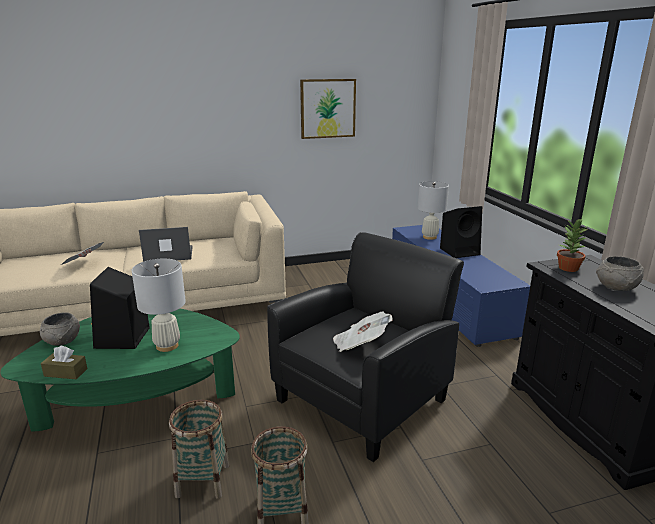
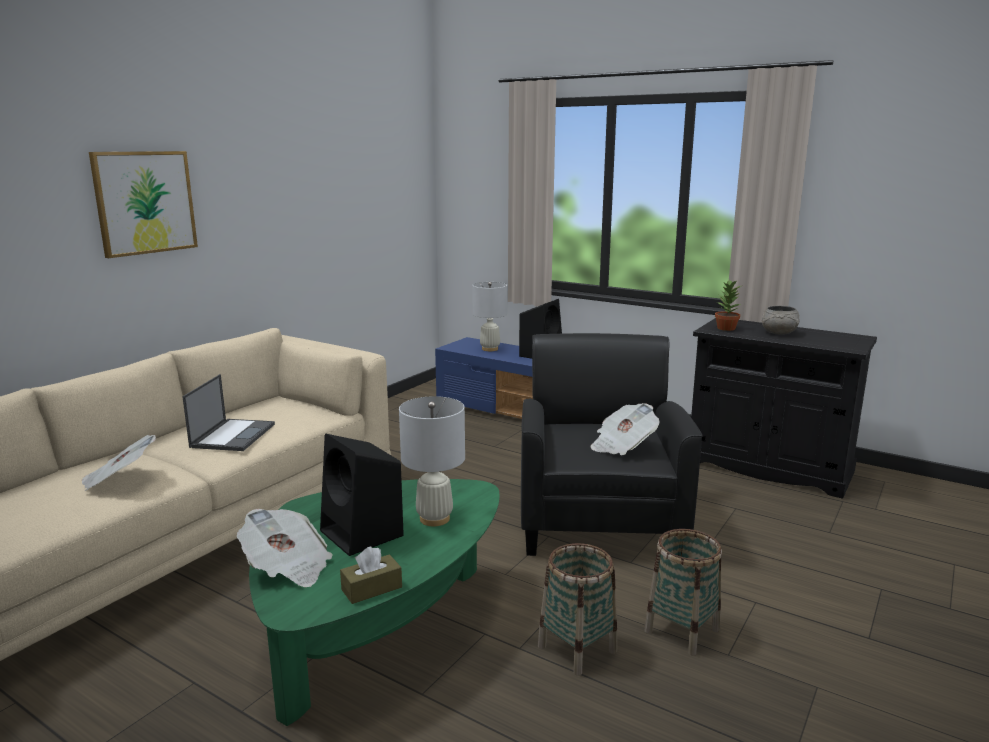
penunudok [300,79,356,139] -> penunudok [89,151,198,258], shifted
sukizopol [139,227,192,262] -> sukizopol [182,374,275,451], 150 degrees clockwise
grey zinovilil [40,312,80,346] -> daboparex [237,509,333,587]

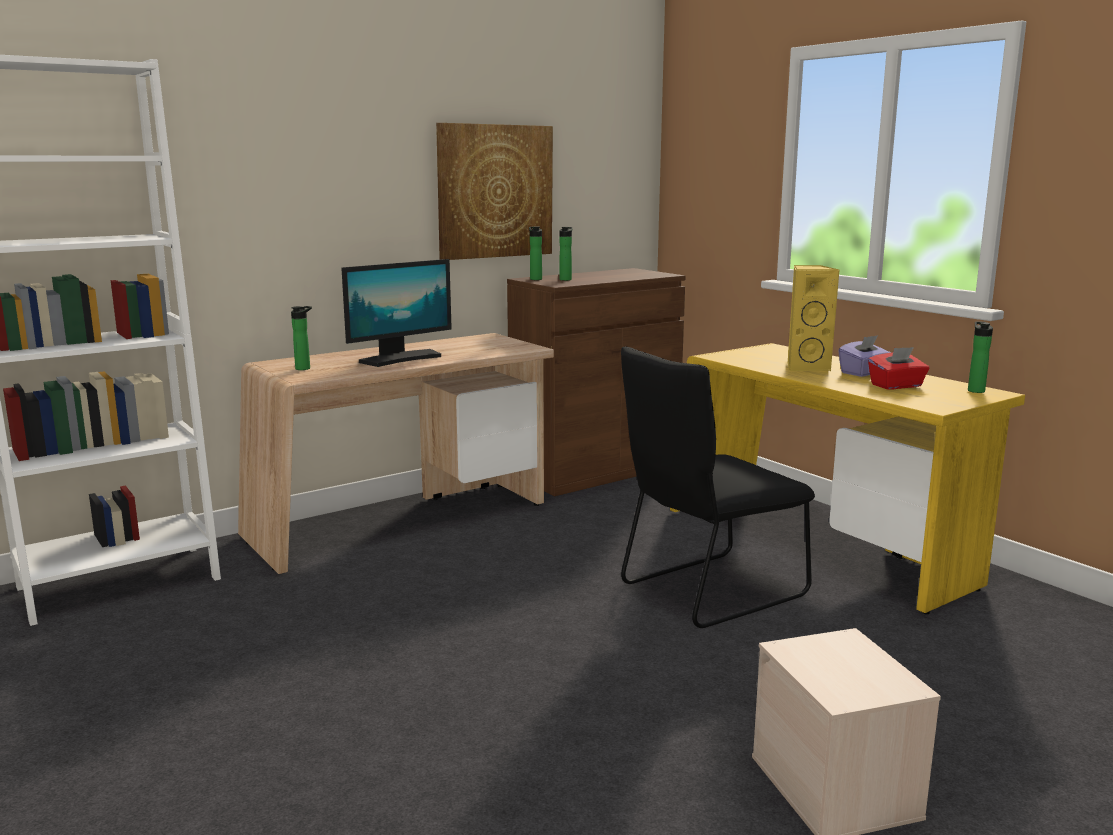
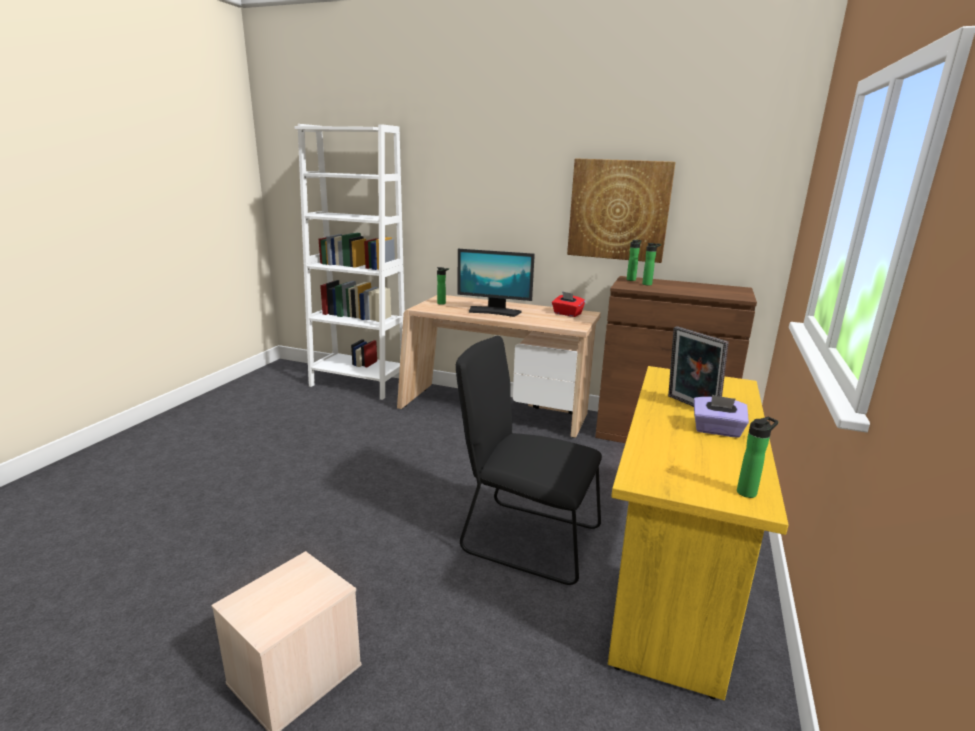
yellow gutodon [788,265,839,371] -> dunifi [668,326,729,407]
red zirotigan [868,347,930,390] -> red zirotigan [552,291,585,317], shifted

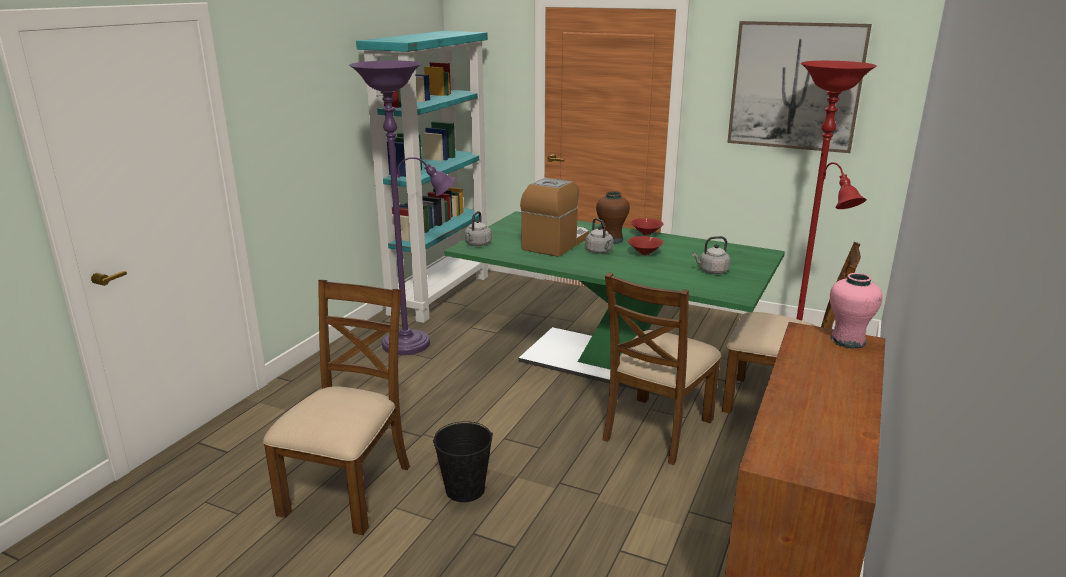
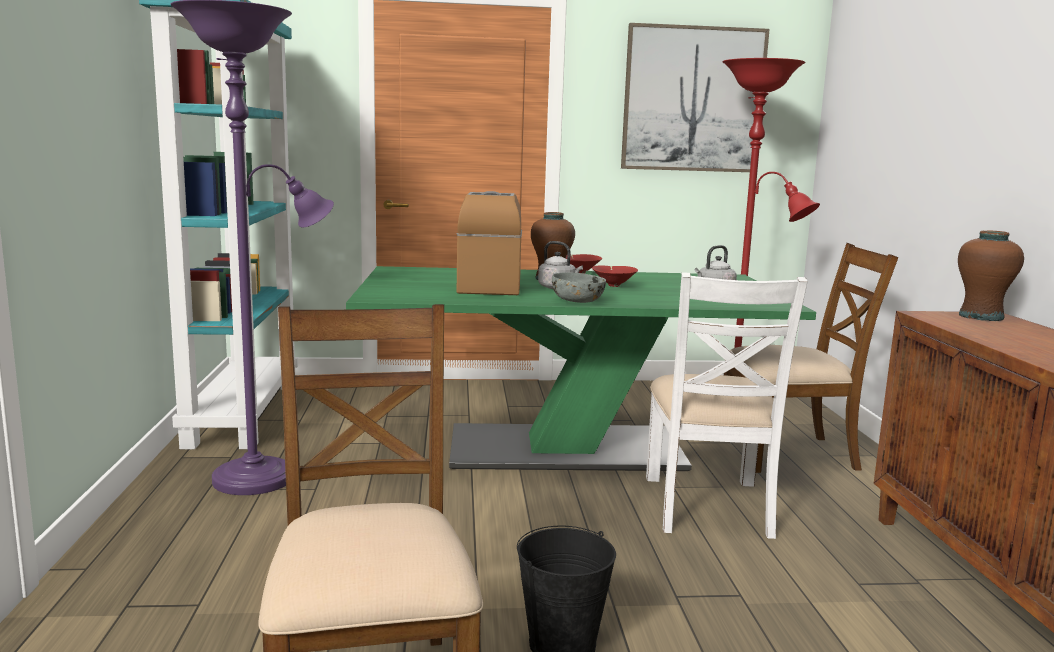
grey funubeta [465,211,492,246] -> none
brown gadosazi [602,272,721,465] -> white gadosazi [646,272,808,539]
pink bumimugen [830,273,883,348] -> brown bumimugen [958,231,1024,321]
none -> grey zinovilil [552,272,606,303]

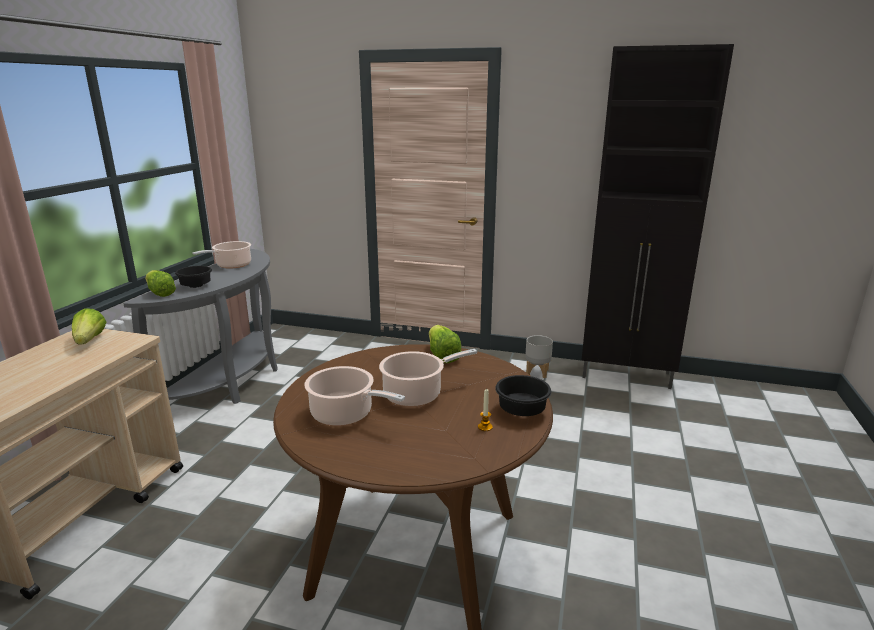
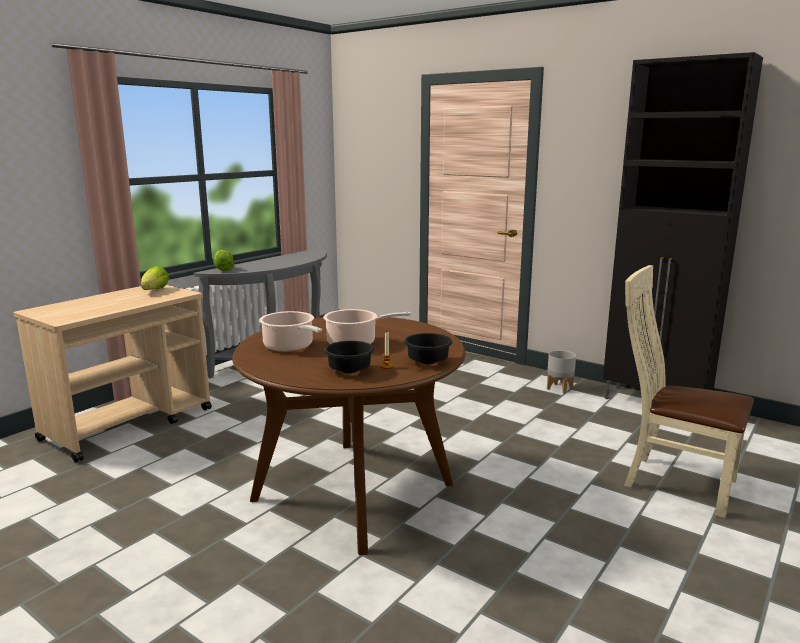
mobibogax [192,241,251,269] -> none
black zinovilil [175,266,212,288] -> black zinovilil [324,341,374,373], shifted
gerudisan [429,325,461,363] -> none
none -> beige gadosazi [624,265,754,518]

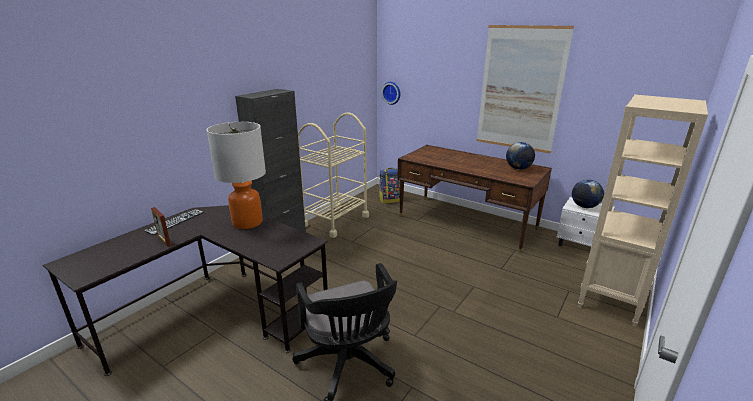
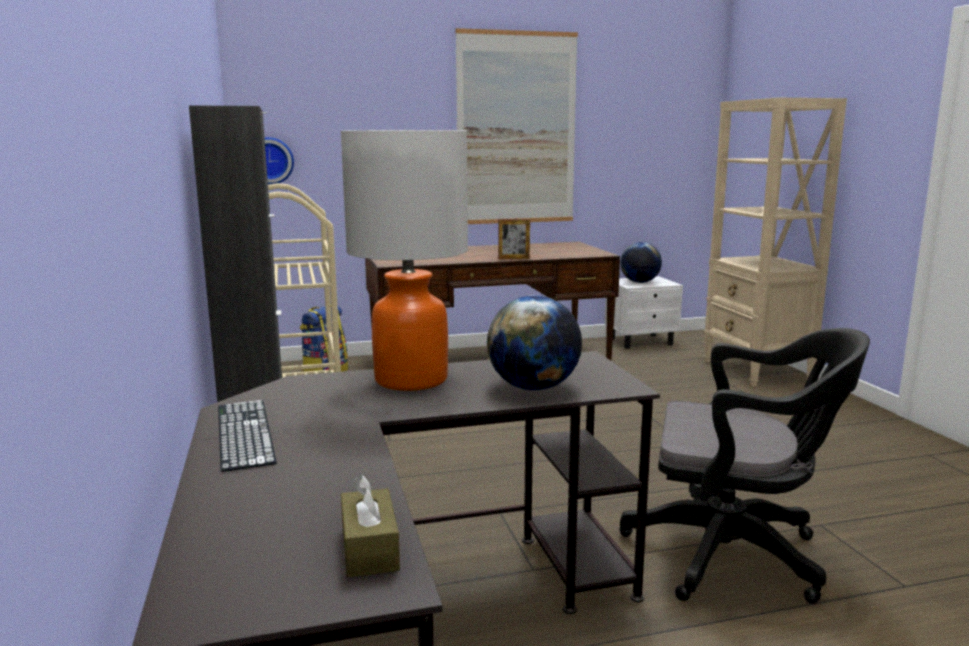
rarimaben [506,142,535,170] -> rarimaben [487,295,582,391], shifted
dunifi [151,207,171,247] -> dunifi [498,219,530,259], shifted
none -> brown zirotigan [341,474,400,577]

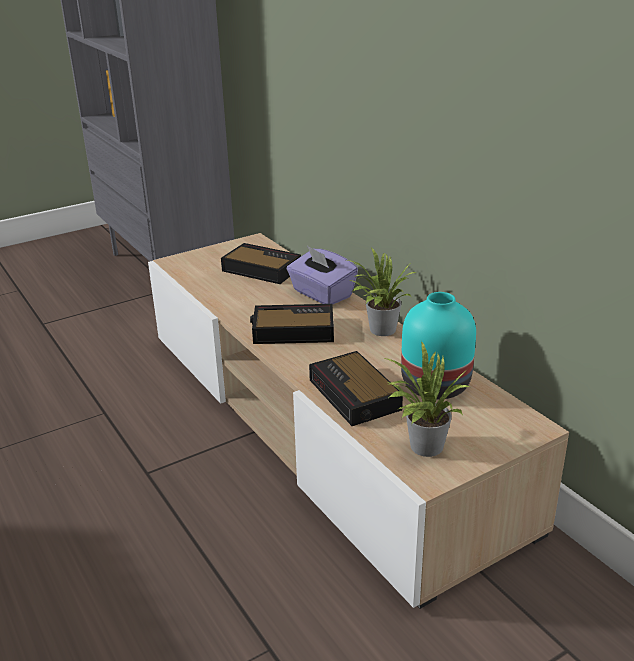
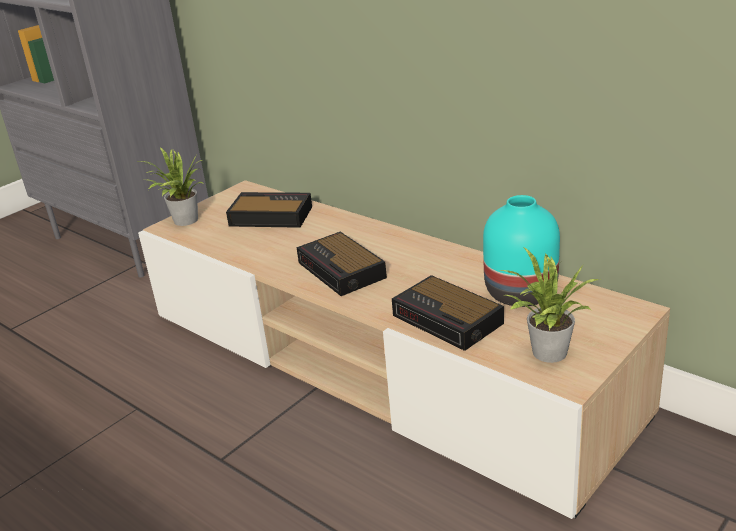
purple zirotigan [287,246,358,305] -> none
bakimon [346,248,417,336] -> bakimon [135,148,203,226], shifted
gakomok [250,304,334,344] -> gakomok [297,232,387,296], 105 degrees counterclockwise

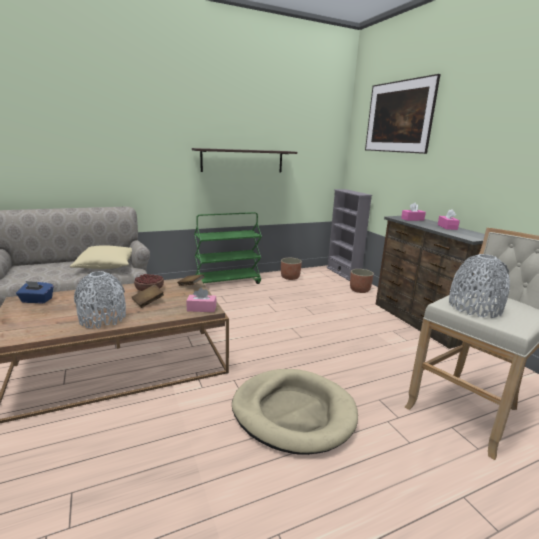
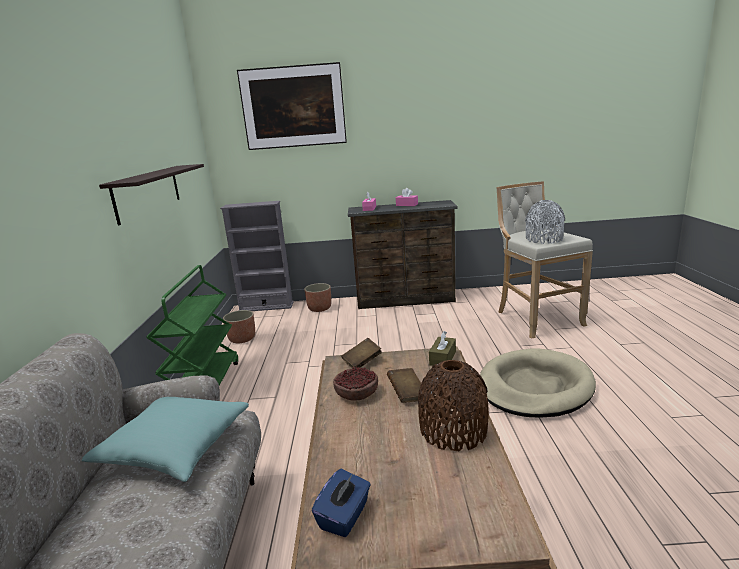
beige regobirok [69,245,132,269] -> turquoise regobirok [82,397,249,482]
grey bumimugen [74,271,126,328] -> brown bumimugen [418,360,489,451]
pink zirotigan [186,288,216,312] -> brown zirotigan [429,331,456,366]

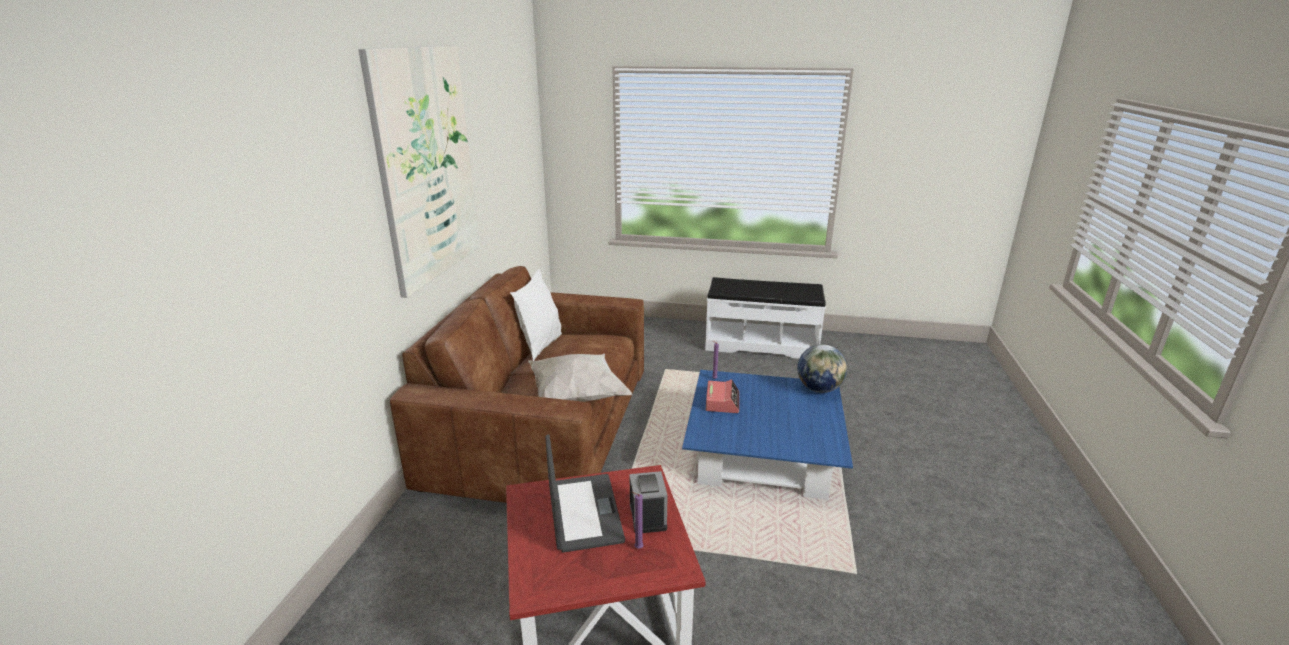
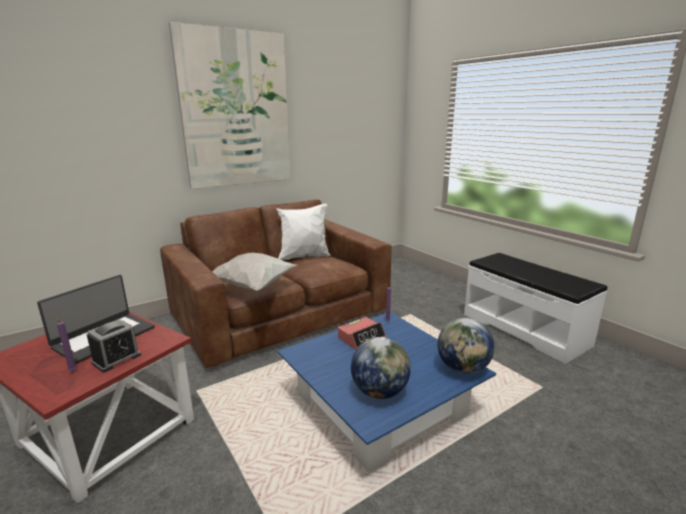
none -> rarimaben [351,337,411,399]

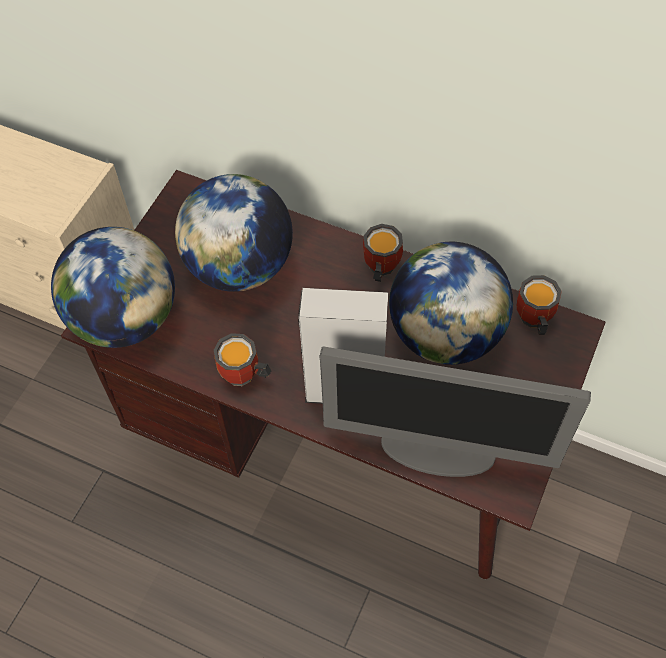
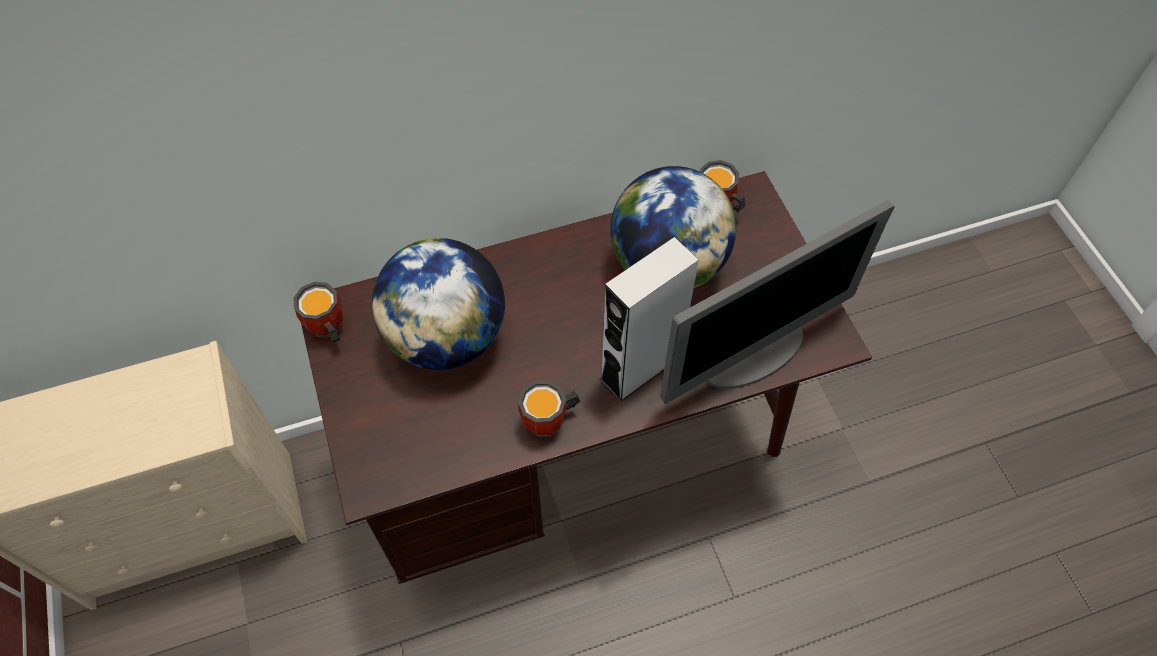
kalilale [363,224,403,282] -> kalilale [293,282,343,342], shifted
rarimaben [51,227,175,348] -> none

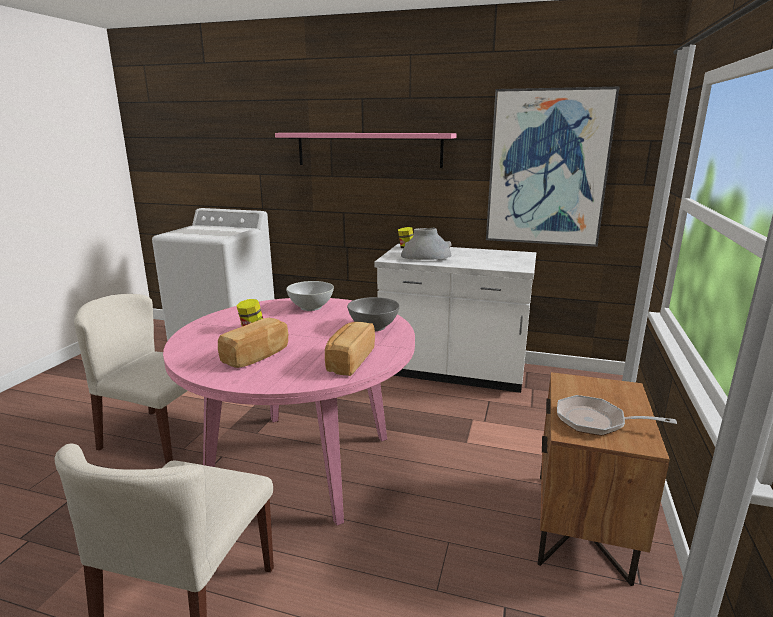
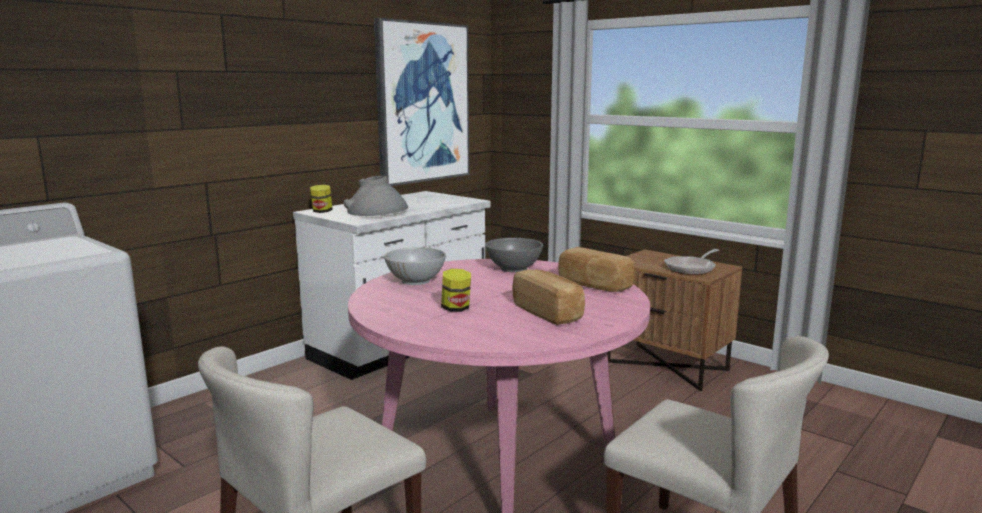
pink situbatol [275,133,457,168] -> none

